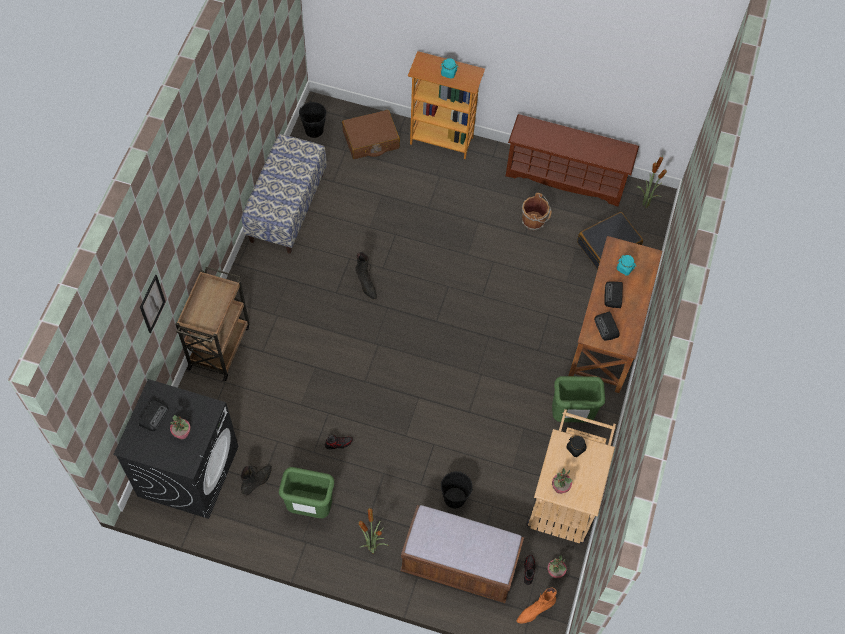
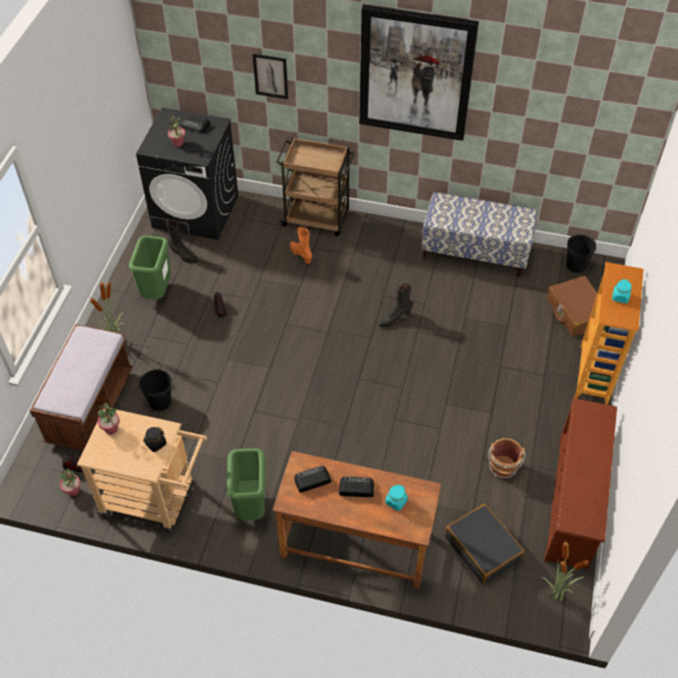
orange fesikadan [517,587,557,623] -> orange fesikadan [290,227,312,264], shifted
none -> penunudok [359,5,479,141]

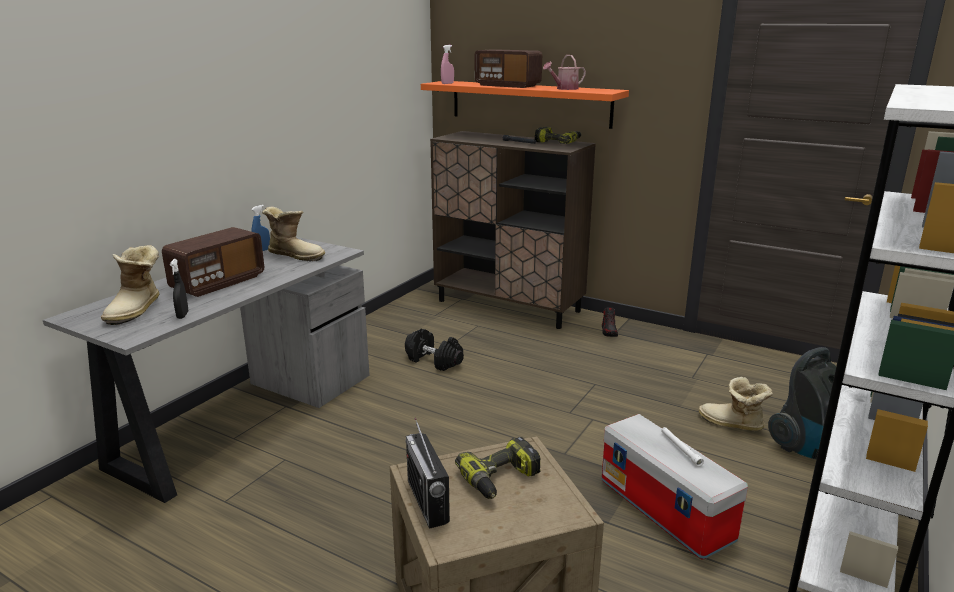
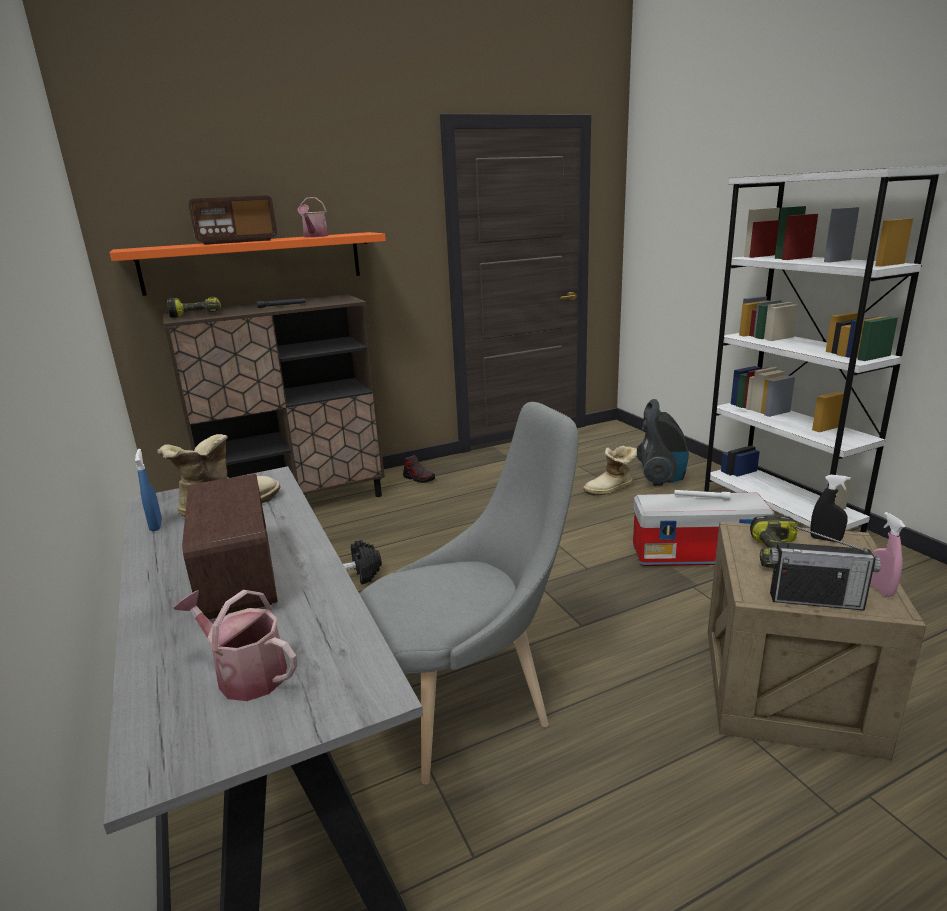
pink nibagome [441,45,454,84] -> pink nibagome [870,512,906,597], shifted
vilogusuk [535,127,581,144] -> vilogusuk [167,297,221,318], shifted
fesikadan [101,245,160,325] -> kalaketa [174,590,297,701]
black nibagome [170,259,188,319] -> black nibagome [810,475,851,542], shifted
none -> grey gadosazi [360,402,578,784]

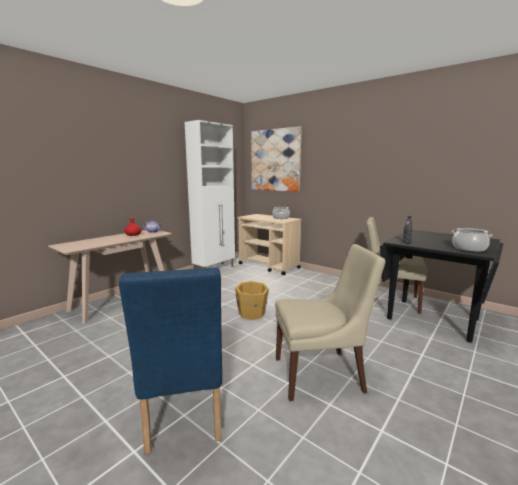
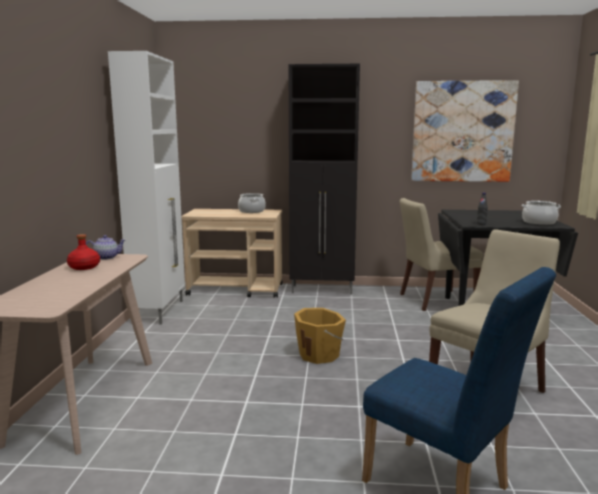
penunudok [251,126,302,192] -> penunudok [411,80,519,182], shifted
none -> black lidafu [289,64,360,295]

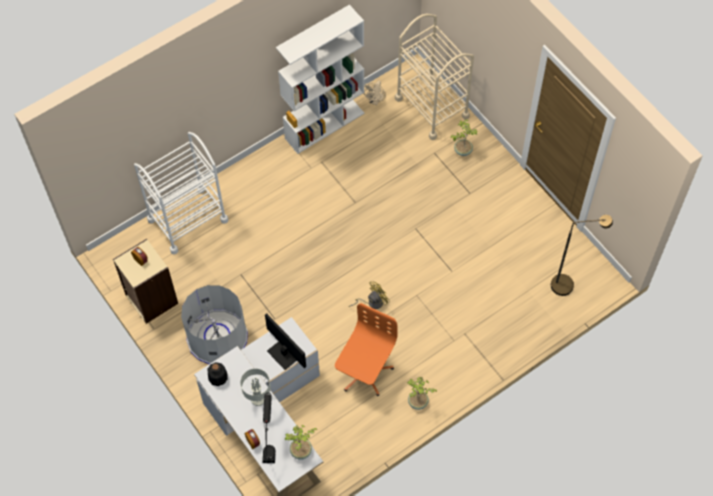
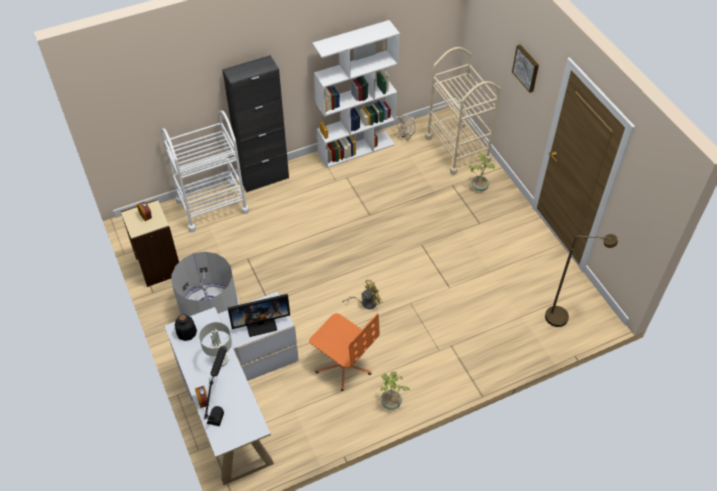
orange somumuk [335,303,398,396] -> orange somumuk [309,313,379,391], 90 degrees clockwise
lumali [265,313,306,370] -> lumali [228,294,290,337], 105 degrees clockwise
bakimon [284,425,317,460] -> none
none -> penunudok [512,45,539,93]
none -> black lidafu [222,55,289,192]

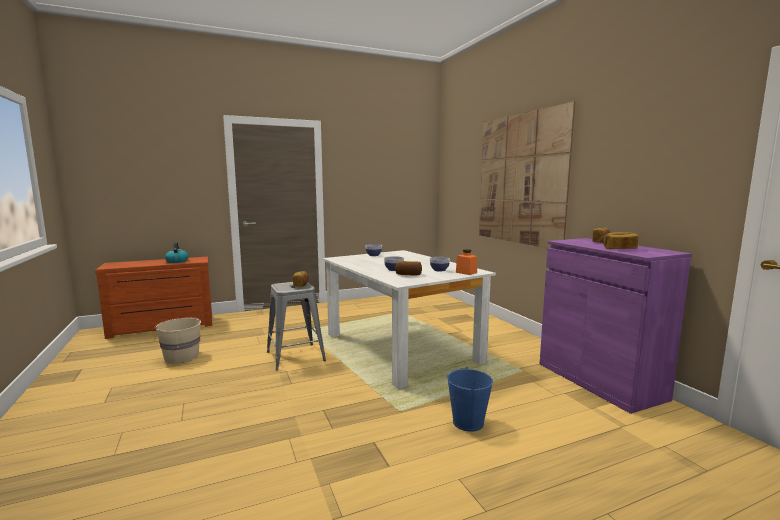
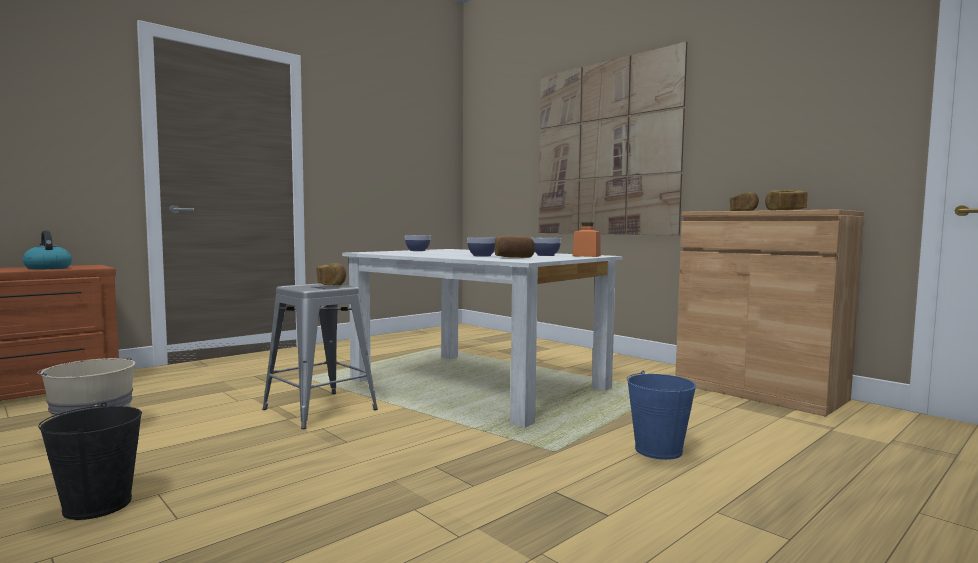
purple lidafu [540,238,692,414] -> brown lidafu [675,209,864,417]
none -> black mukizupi [38,402,142,520]

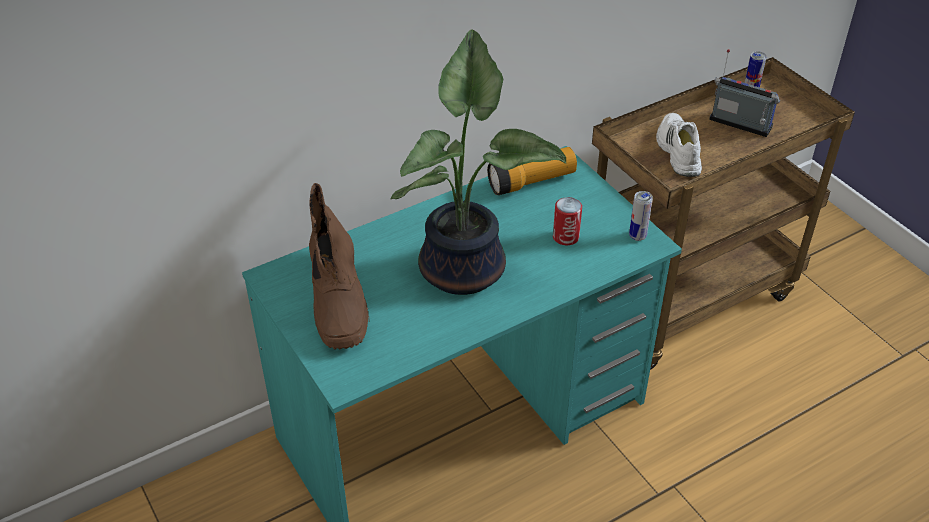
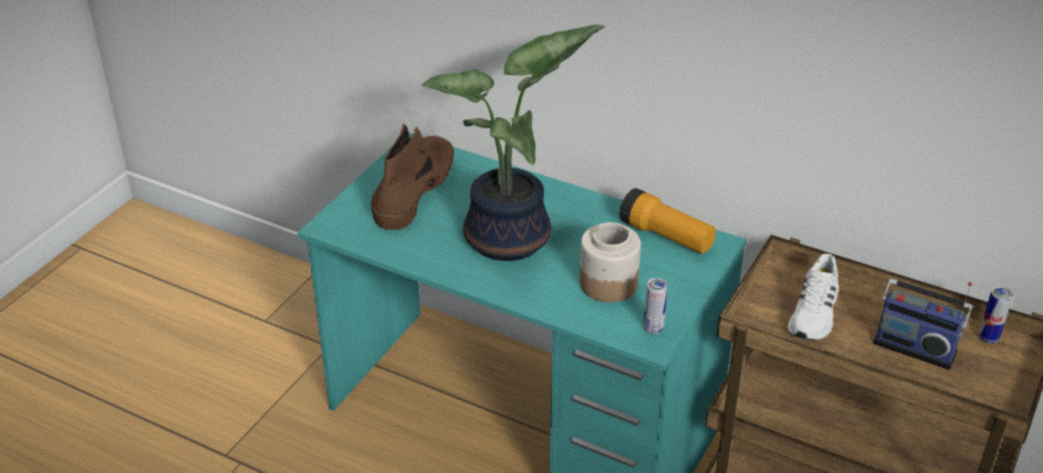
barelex [709,49,780,137] -> barelex [873,279,973,370], 120 degrees clockwise
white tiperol [656,113,702,177] -> white tiperol [788,254,839,340], 150 degrees clockwise
brown fesikadan [309,183,370,350] -> brown fesikadan [371,124,454,230], 150 degrees clockwise
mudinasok [553,197,582,245] -> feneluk [580,222,641,303]

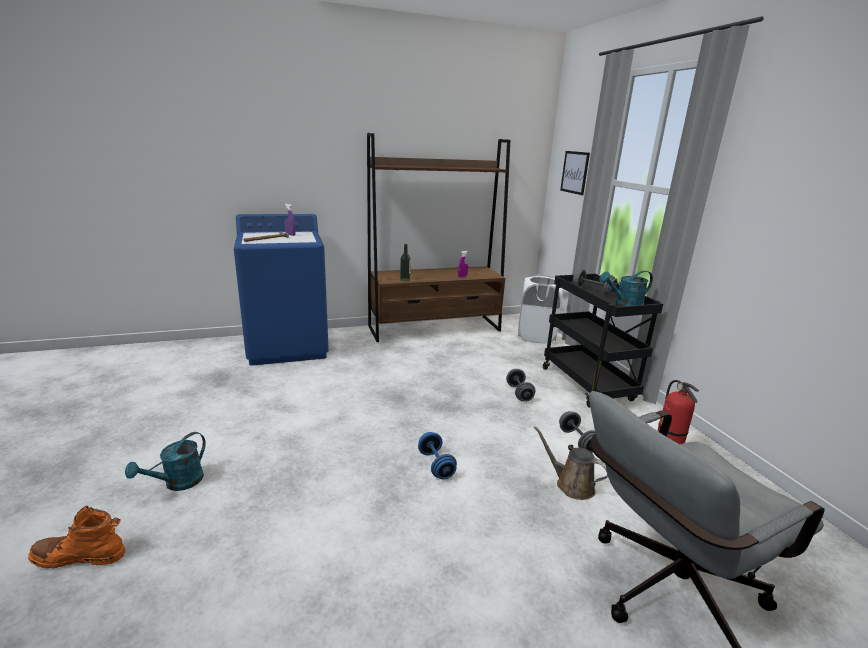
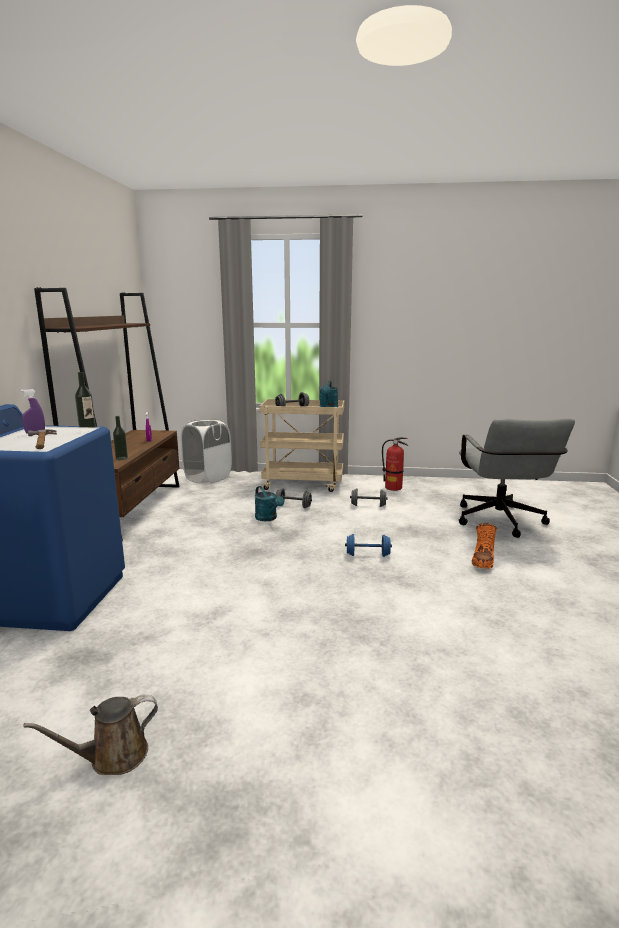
penunudok [560,151,590,195] -> none
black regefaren [543,274,663,408] -> beige regefaren [260,399,344,492]
brown kalaketa [534,426,608,500] -> brown kalaketa [23,695,158,775], shifted
turquoise kalaketa [125,432,206,491] -> turquoise kalaketa [255,486,284,521], shifted
orange fesikadan [28,506,125,568] -> orange fesikadan [472,523,497,569], shifted
none -> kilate [75,372,96,431]

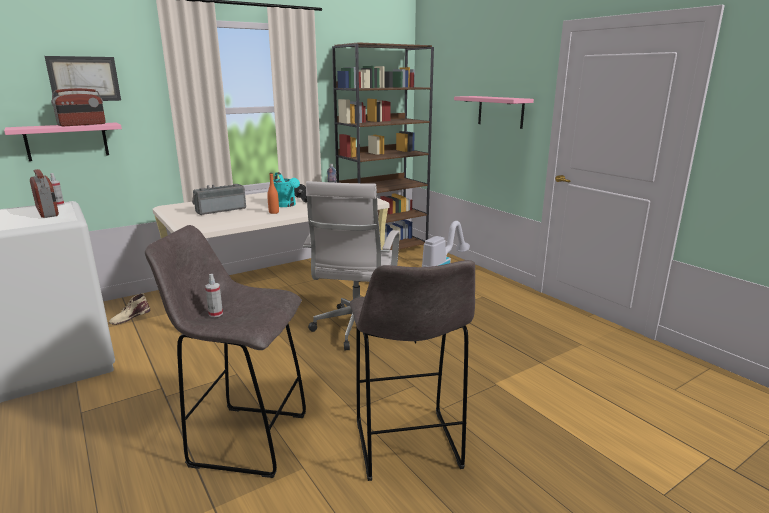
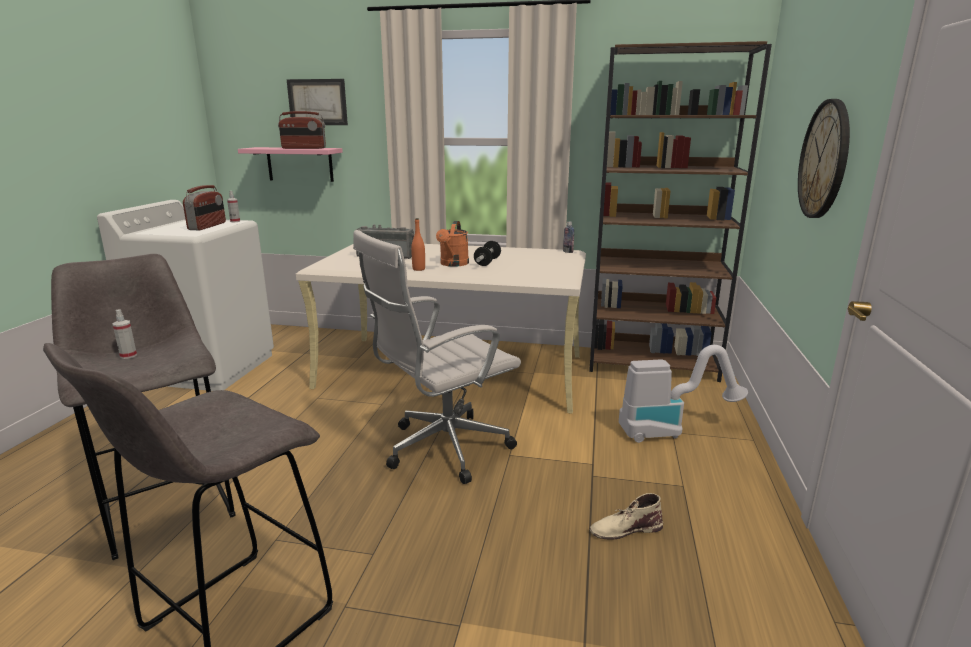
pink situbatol [454,96,534,129] -> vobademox [798,99,850,218]
turquoise kalaketa [273,172,300,207] -> orange kalaketa [436,221,469,267]
beige fesikadan [109,294,150,325] -> beige fesikadan [590,493,663,539], shifted

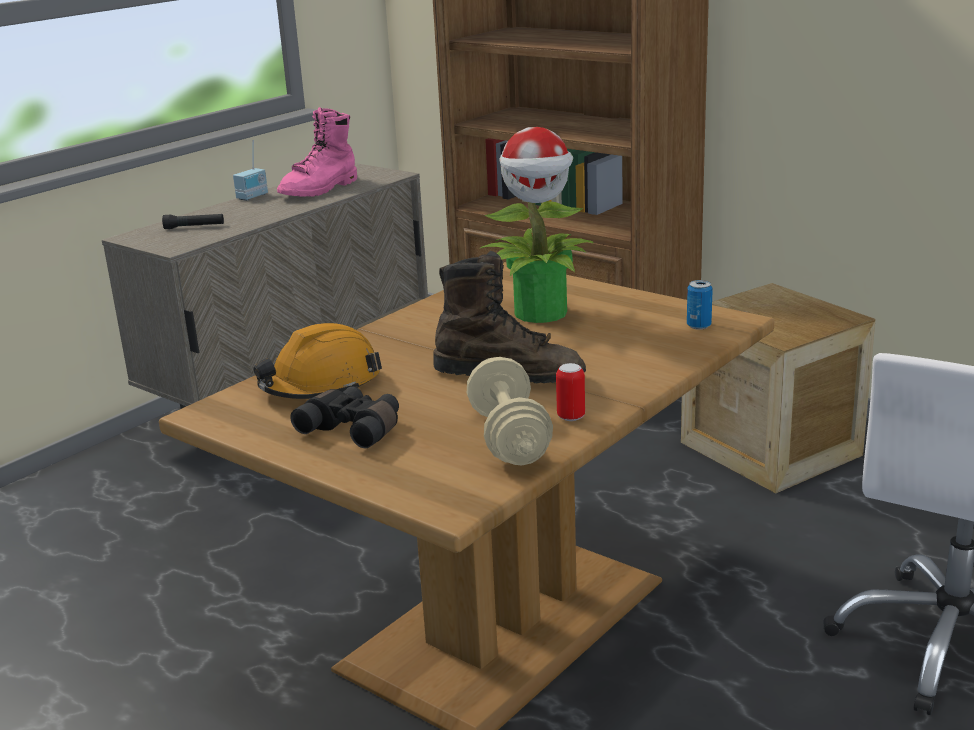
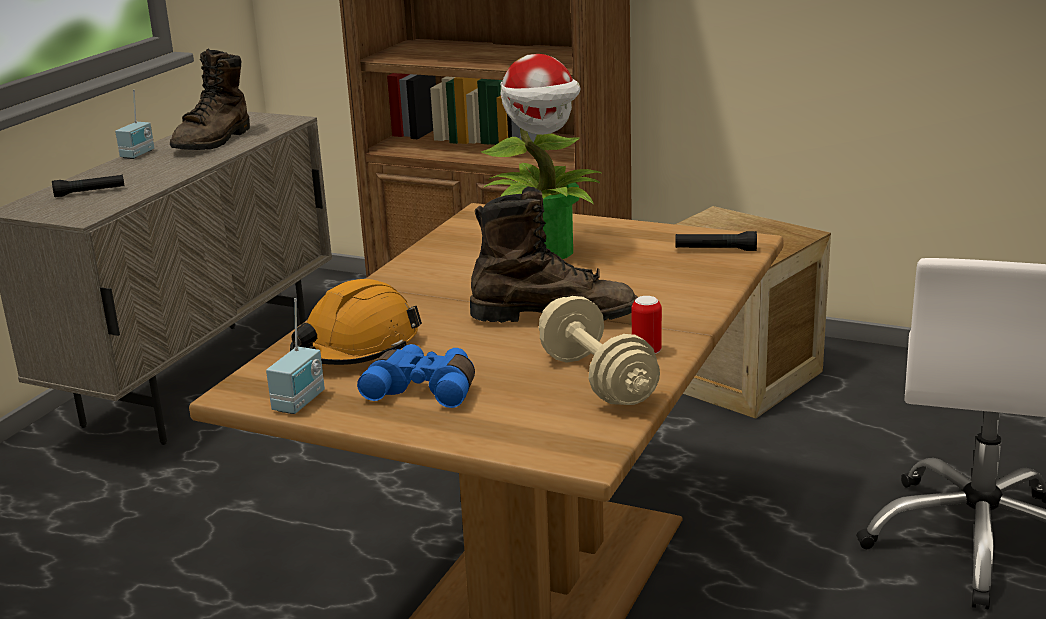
pink fesikadan [277,107,357,197] -> brown fesikadan [170,49,250,150]
mudinasok [687,280,713,330] -> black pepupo [676,231,757,251]
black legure [290,386,399,448] -> blue legure [357,344,475,408]
none -> barelex [266,298,325,414]

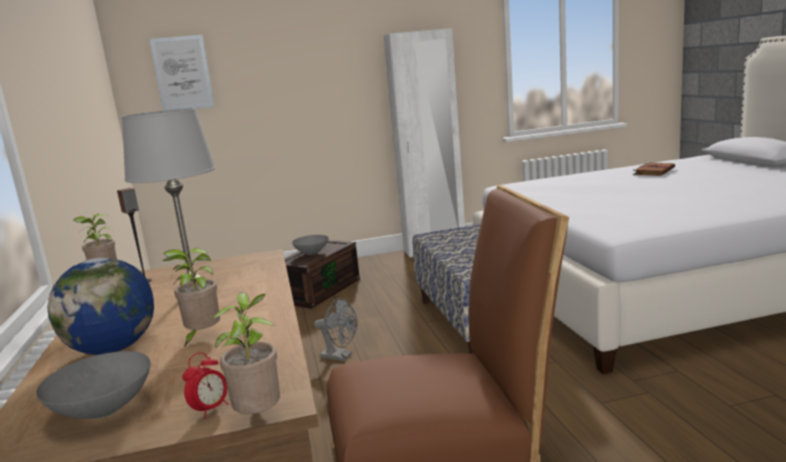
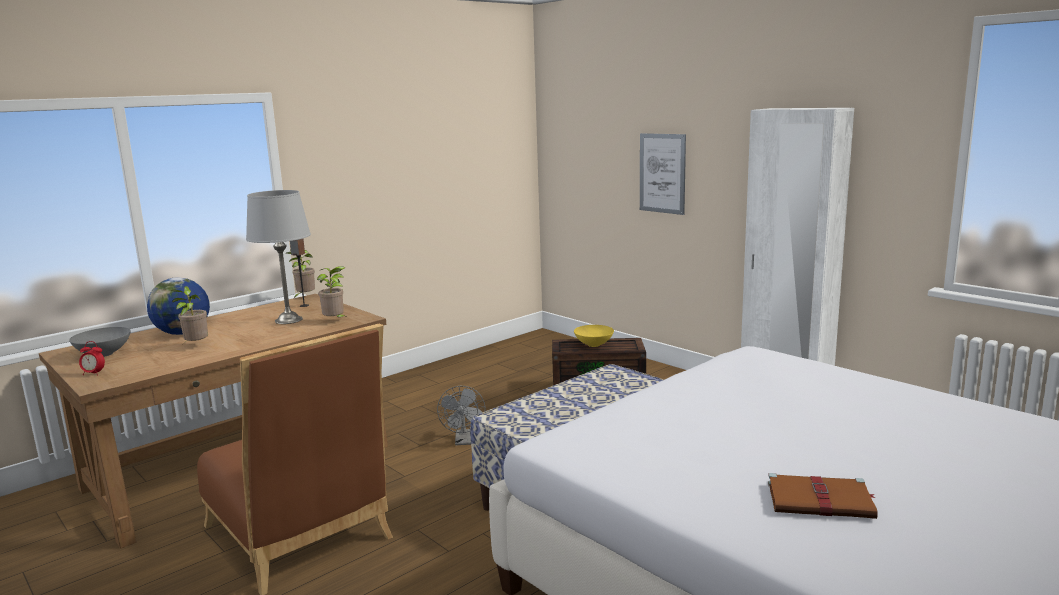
penunudok [149,35,215,111] -> penunudok [640,133,686,215], shifted
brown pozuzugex [633,162,675,176] -> brown pozuzugex [768,473,878,519], shifted
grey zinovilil [292,235,328,255] -> yellow zinovilil [574,325,614,347]
bakimon [212,292,280,414] -> bakimon [317,266,349,319], shifted

